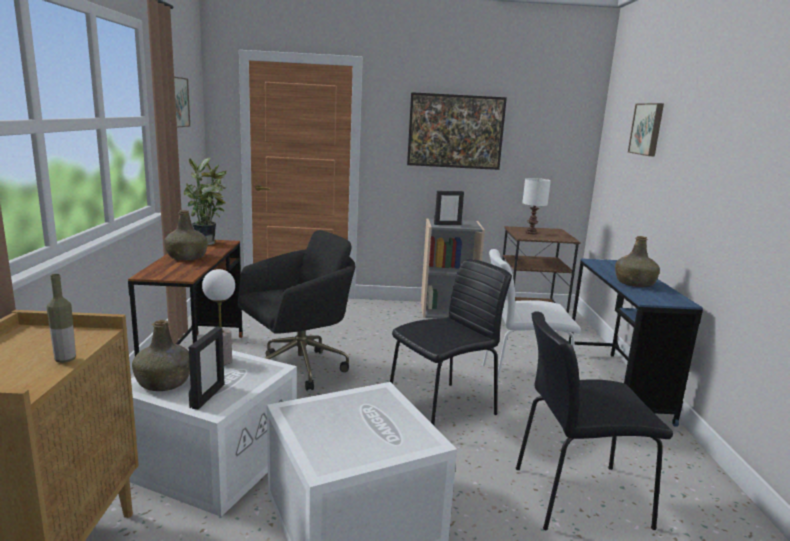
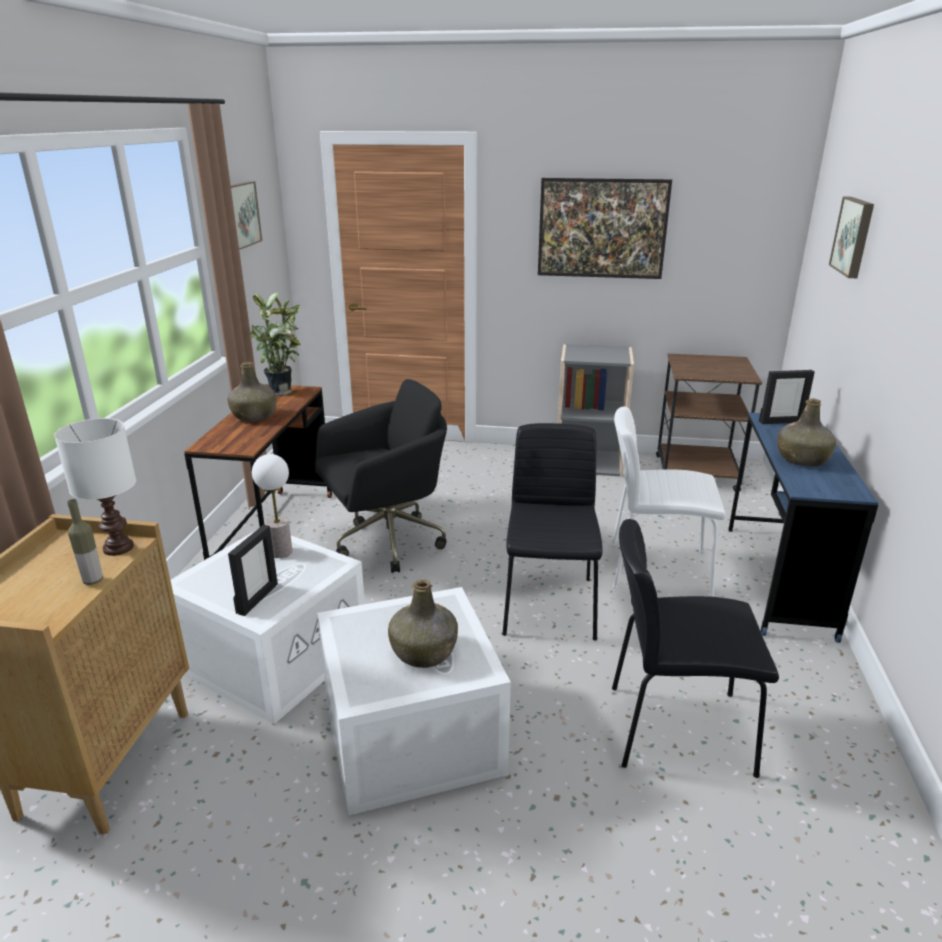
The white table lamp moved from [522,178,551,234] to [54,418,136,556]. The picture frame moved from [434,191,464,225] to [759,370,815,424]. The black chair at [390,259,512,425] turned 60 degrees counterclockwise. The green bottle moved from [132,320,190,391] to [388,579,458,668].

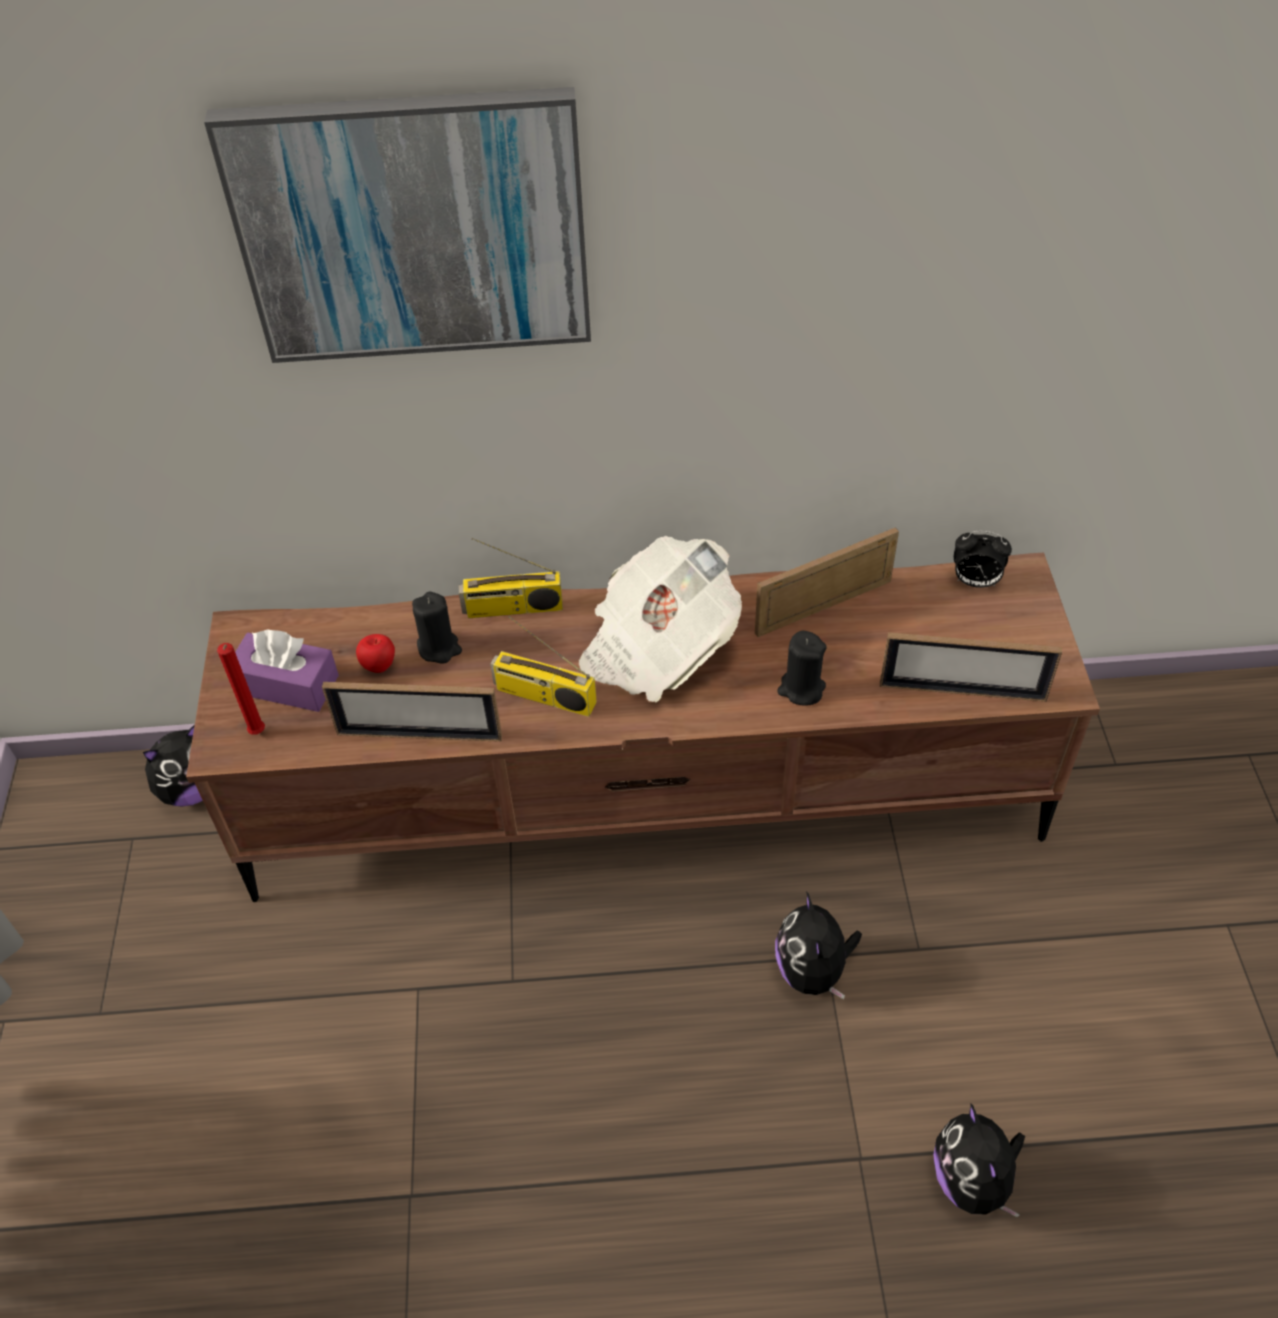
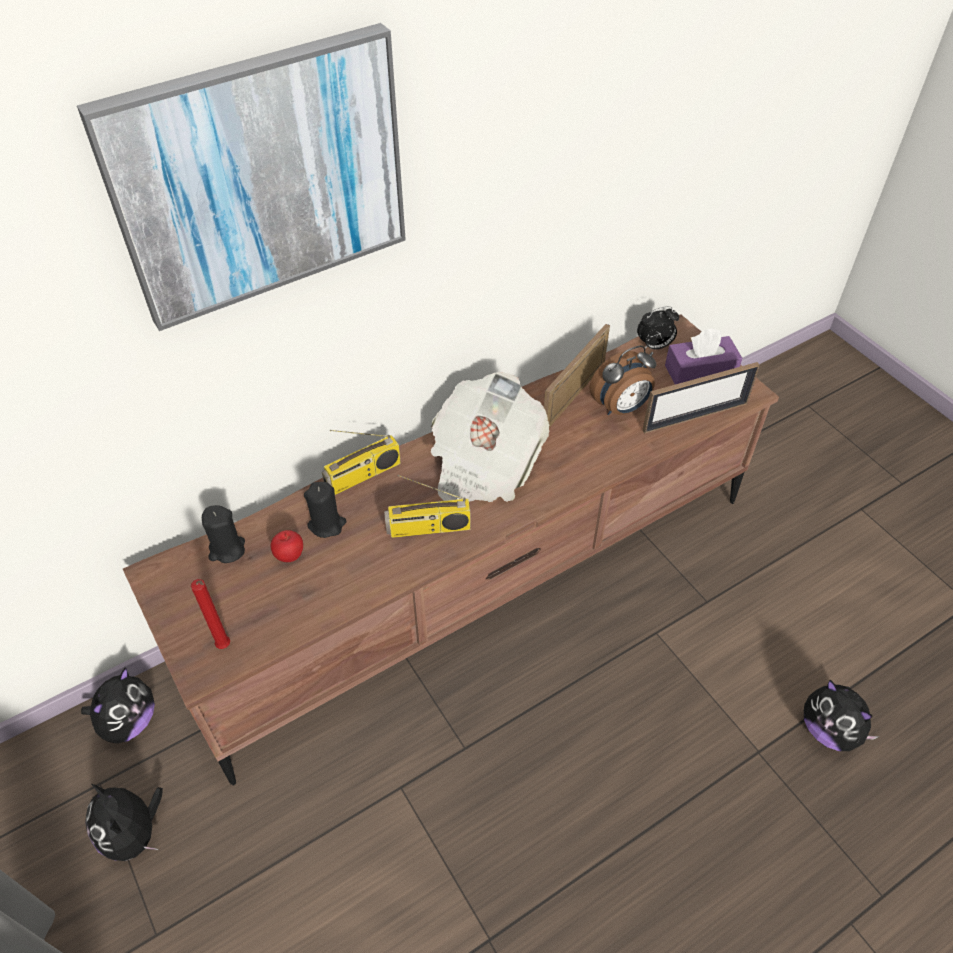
The purple tissue box moved from [235,630,339,712] to [665,328,742,385]. The black candle moved from [777,631,826,706] to [202,505,245,563]. The picture frame at [322,682,502,742] disappeared. The plush toy moved from [775,891,862,999] to [85,784,163,861]. The alarm clock at [590,345,657,415] appeared.

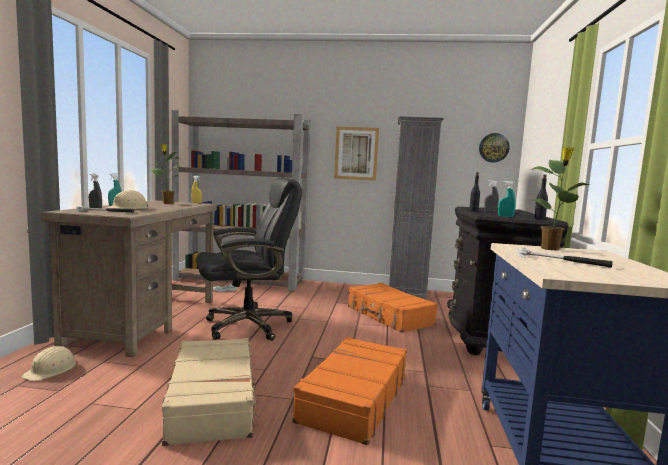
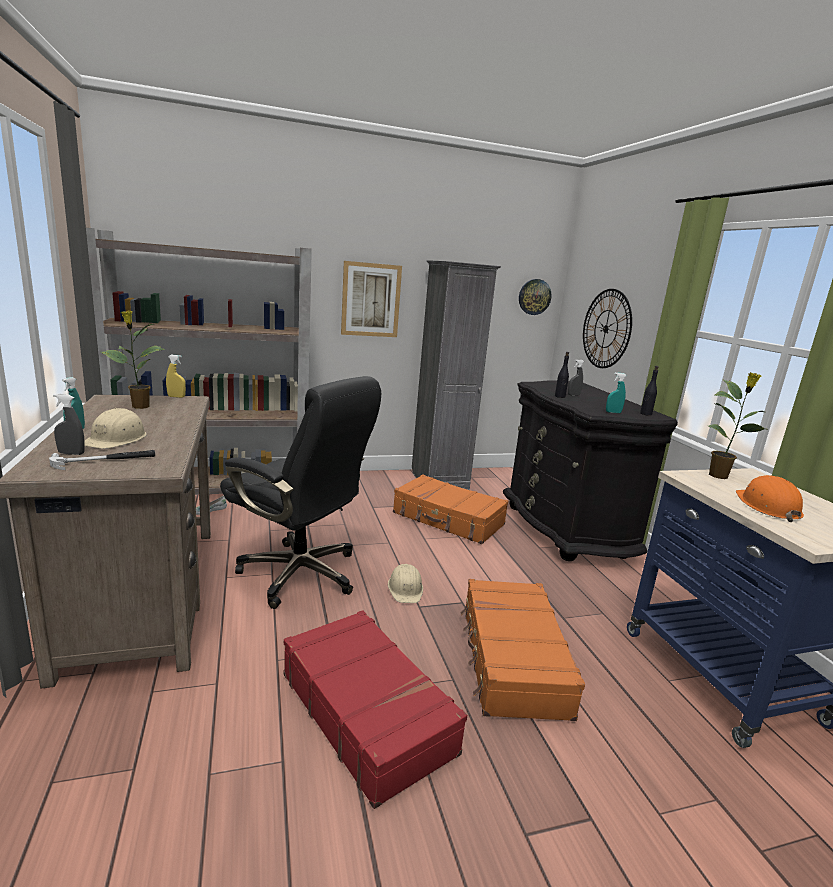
The black office chair at [196,178,302,341] turned 75 degrees clockwise. The hammer at [517,247,613,268] was replaced by the orange hard hat at [736,475,804,522]. The beige suitcase at [162,338,260,446] became the red suitcase at [284,610,467,809]. The beige hard hat moved from [21,346,76,381] to [388,564,423,603]. The wall clock at [583,289,632,368] appeared.

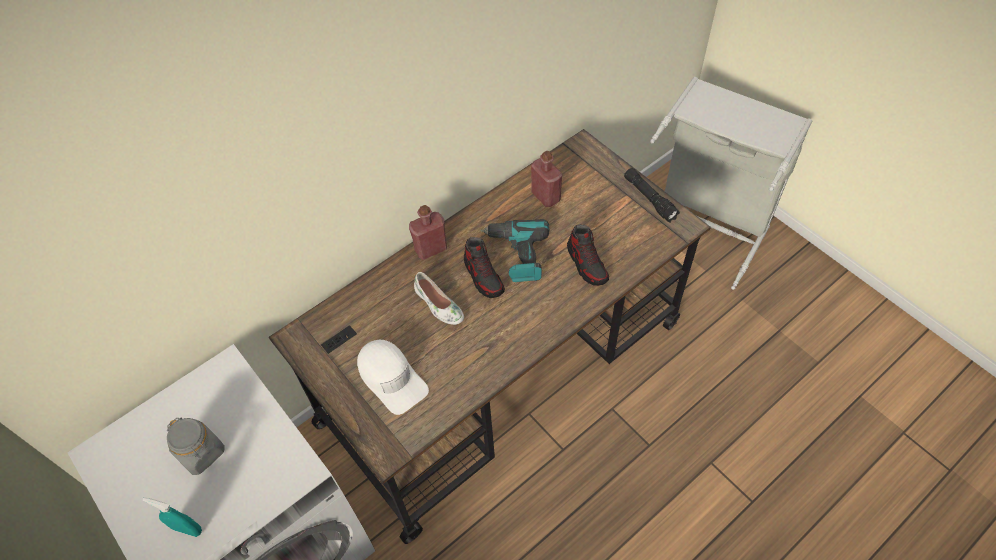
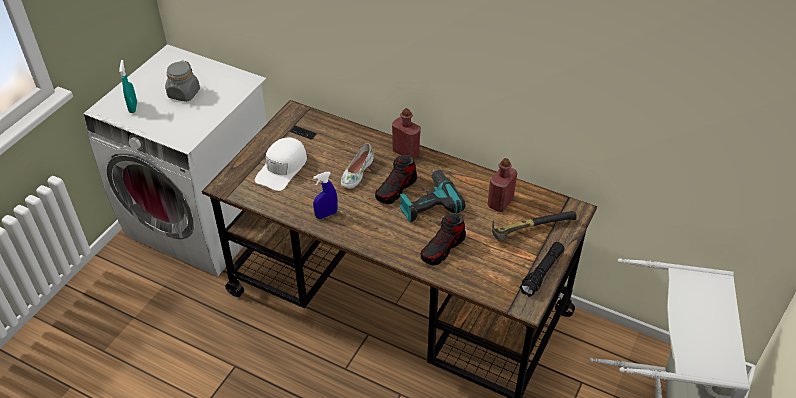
The blue spray bottle at [313,172,338,219] appeared. The hammer at [492,211,577,241] appeared.

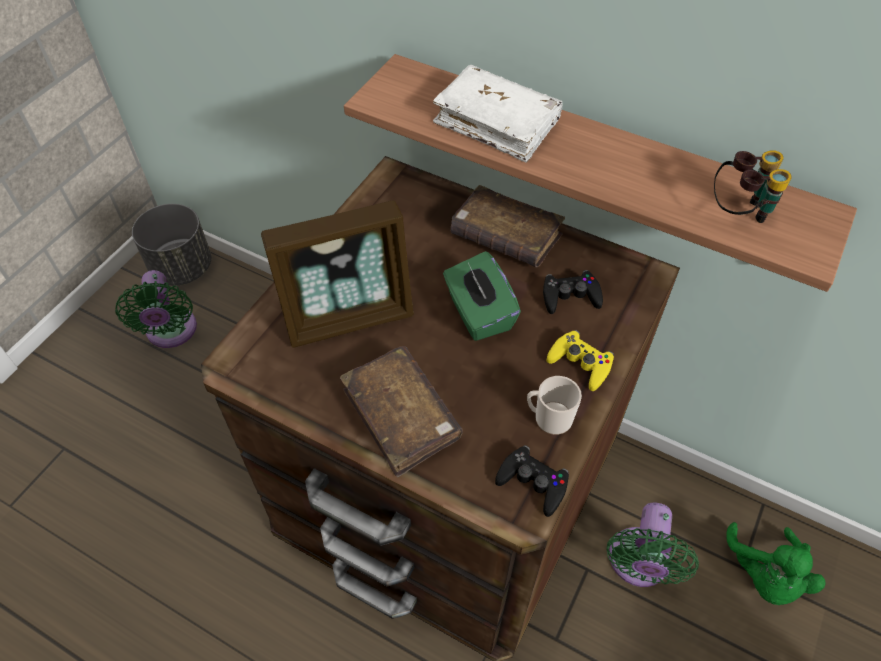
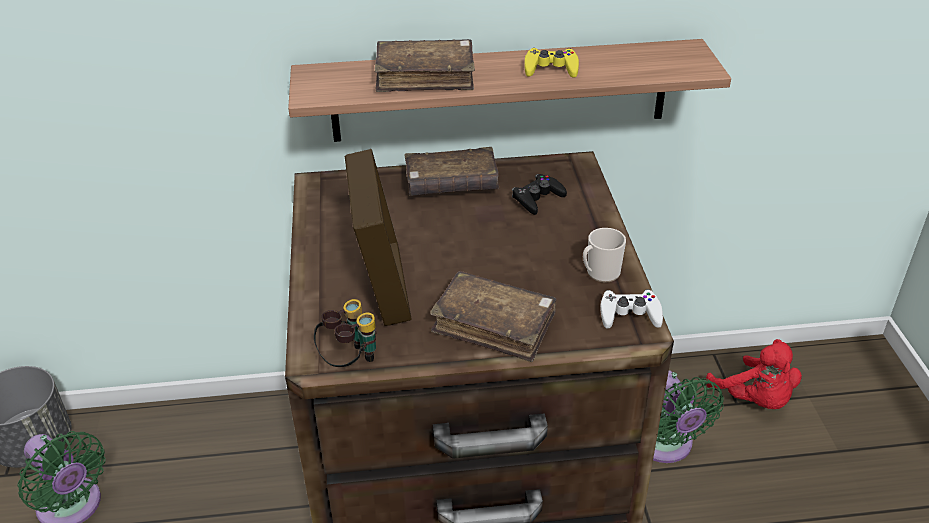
The white book at [433,65,562,163] became the brown book at [375,39,475,92]. The binoculars moved from [714,150,792,223] to [314,299,376,367]. The picture frame at [261,200,414,348] turned 45 degrees counterclockwise. The green tissue box at [443,251,521,341] disappeared. The yellow game controller moved from [547,330,614,391] to [524,48,579,78]. The black game controller at [495,445,569,517] became the white game controller at [600,289,663,328]. The green plush toy at [726,522,826,605] became the red plush toy at [706,339,802,409].

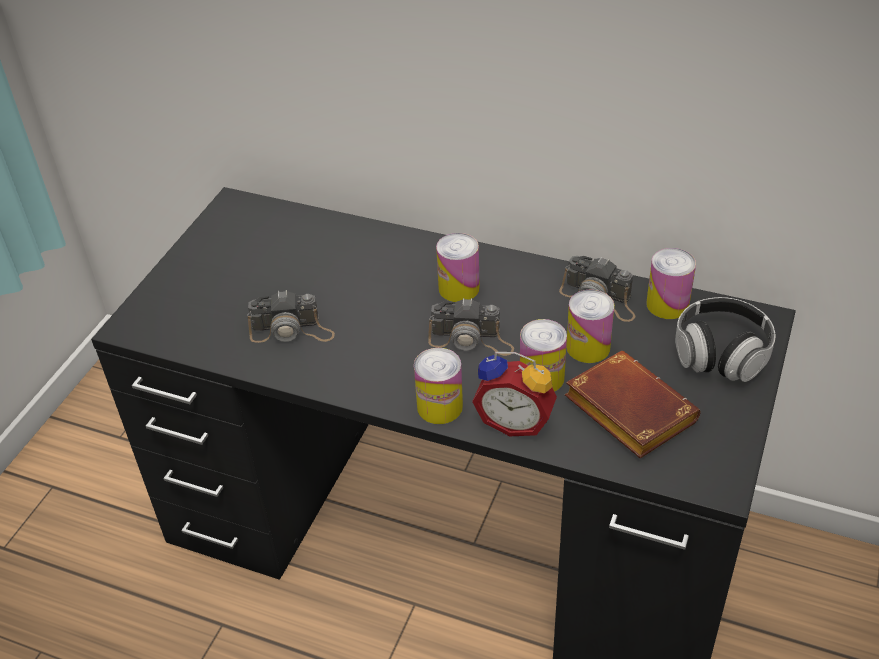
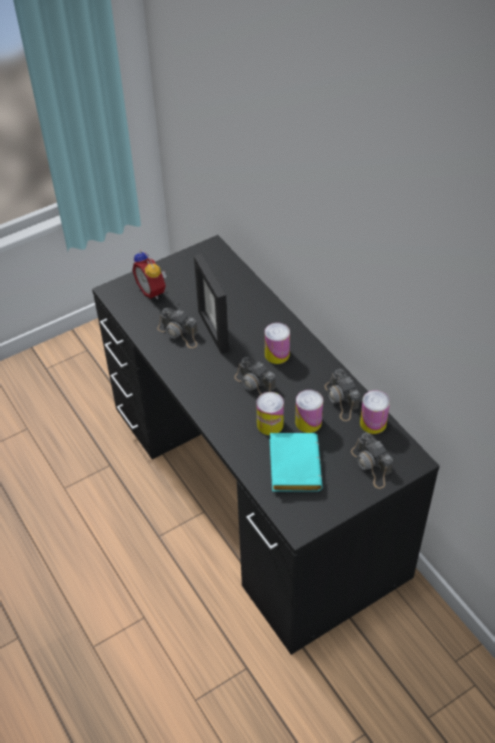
The headphones at [675,297,775,382] was replaced by the photo camera at [351,432,393,489]. The can at [414,348,463,424] disappeared. The brown book at [565,351,700,458] became the turquoise book at [270,433,323,491]. The alarm clock moved from [472,352,557,436] to [132,250,167,299]. The picture frame at [194,253,229,354] appeared.

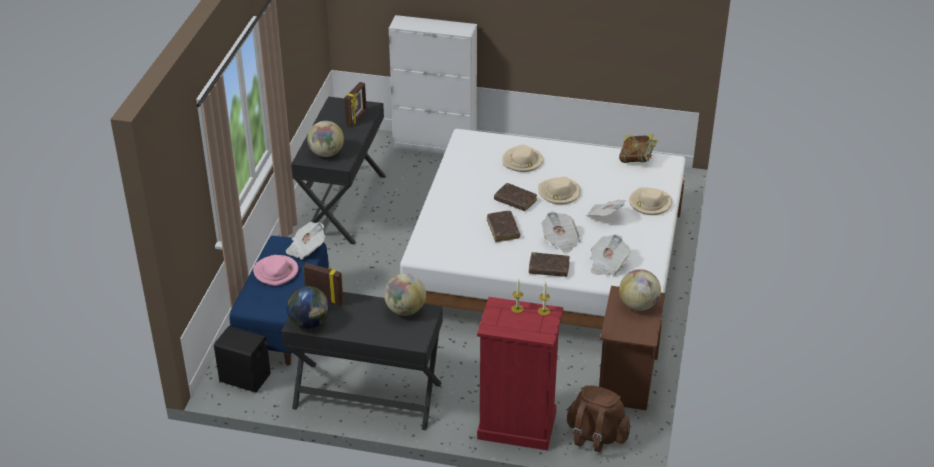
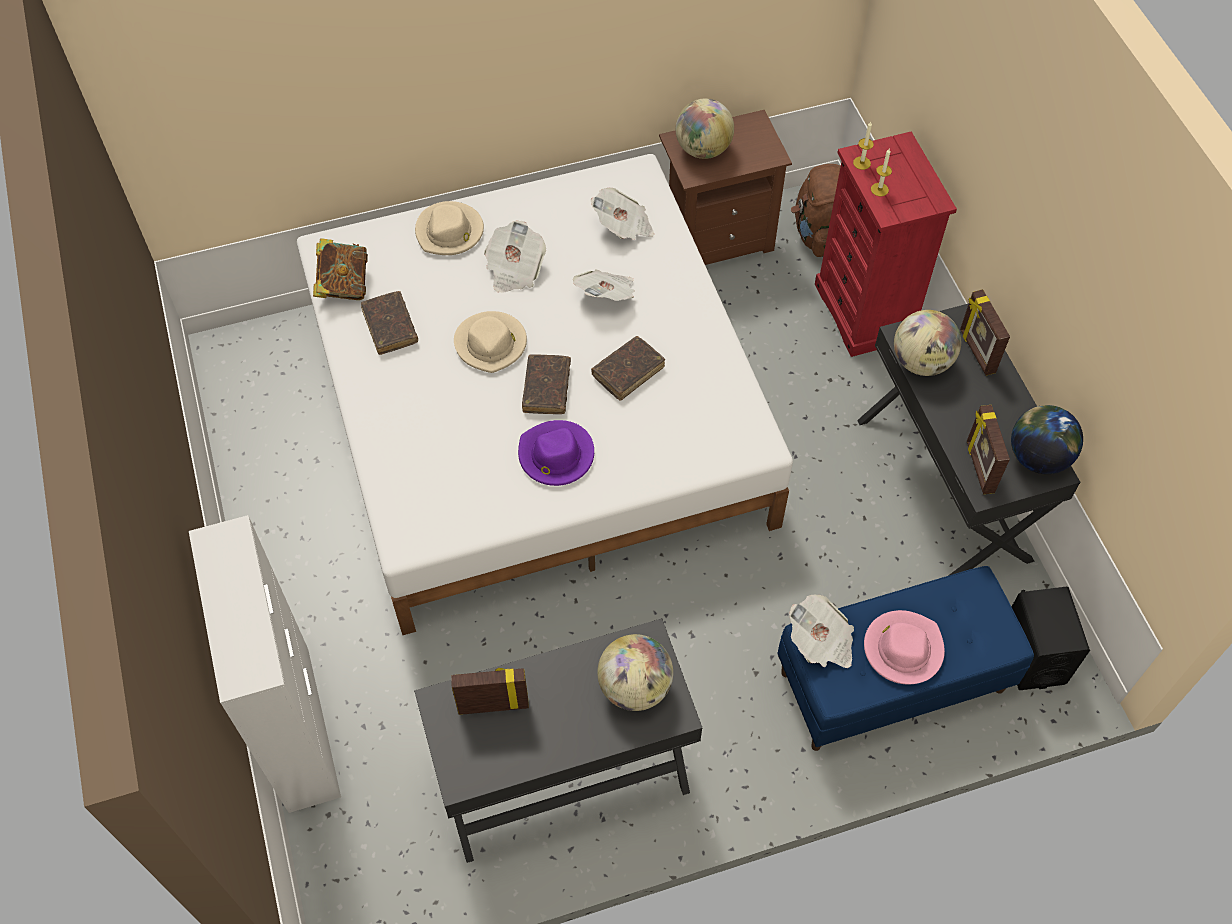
The beige hat at [502,145,543,172] disappeared. The brown book moved from [529,252,570,277] to [361,291,418,355]. The picture frame at [960,289,1010,376] appeared. The purple hat at [518,420,594,486] appeared.

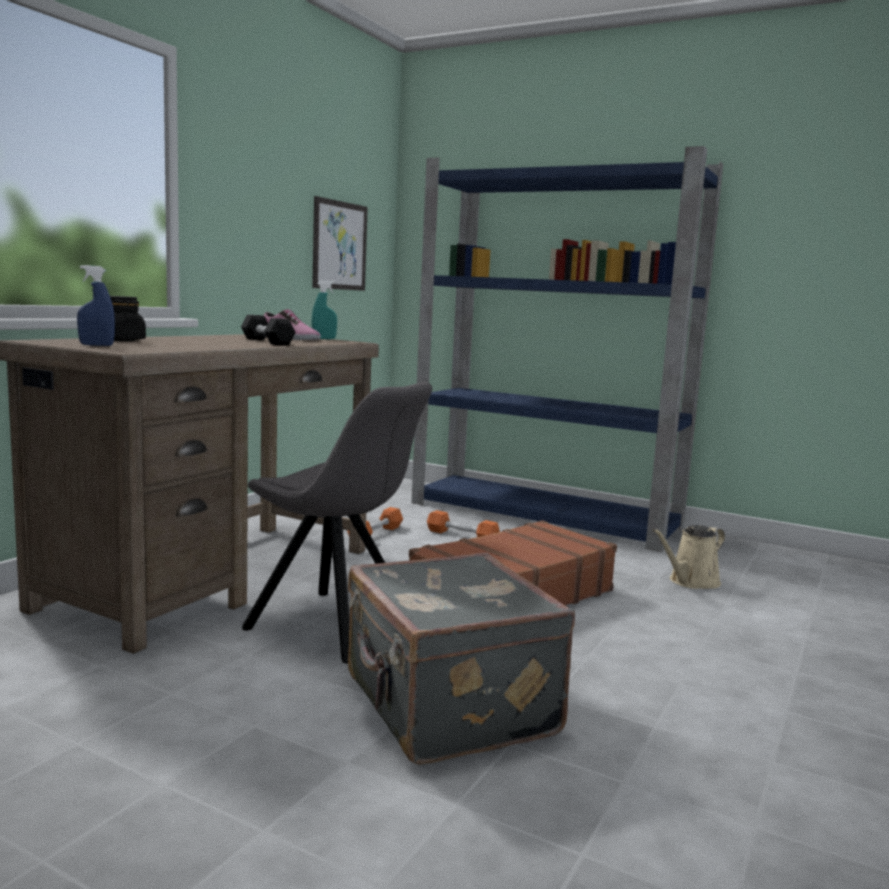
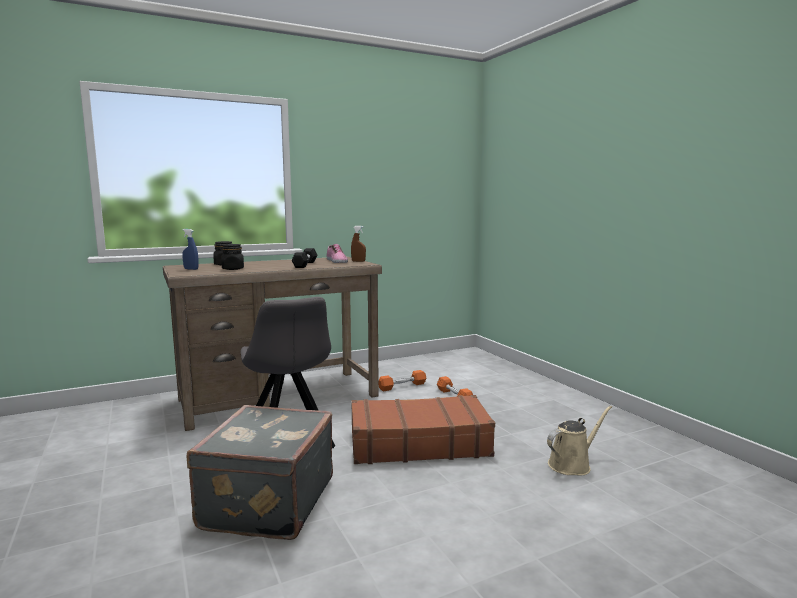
The blue bookcase at [412,146,723,552] disappeared. The picture at [312,196,368,291] disappeared. The turquoise spray bottle at [312,281,337,339] became the brown spray bottle at [351,226,366,262]. The beige watering can at [652,525,725,589] turned 150 degrees clockwise. The black jar at [221,244,244,270] appeared.

